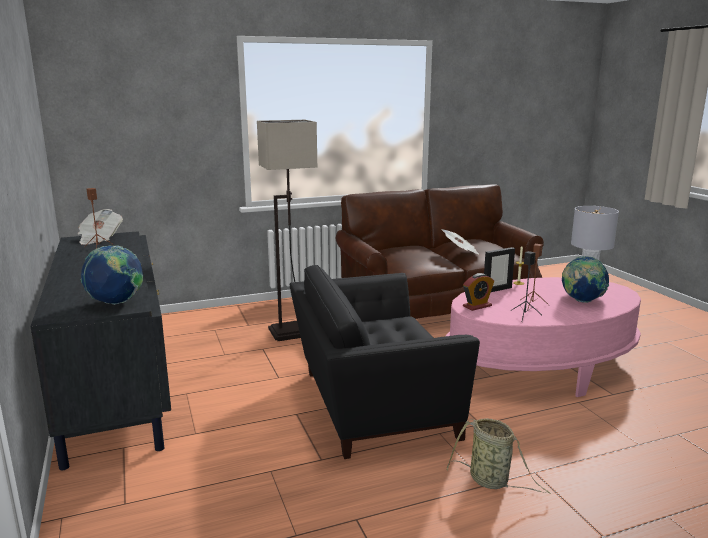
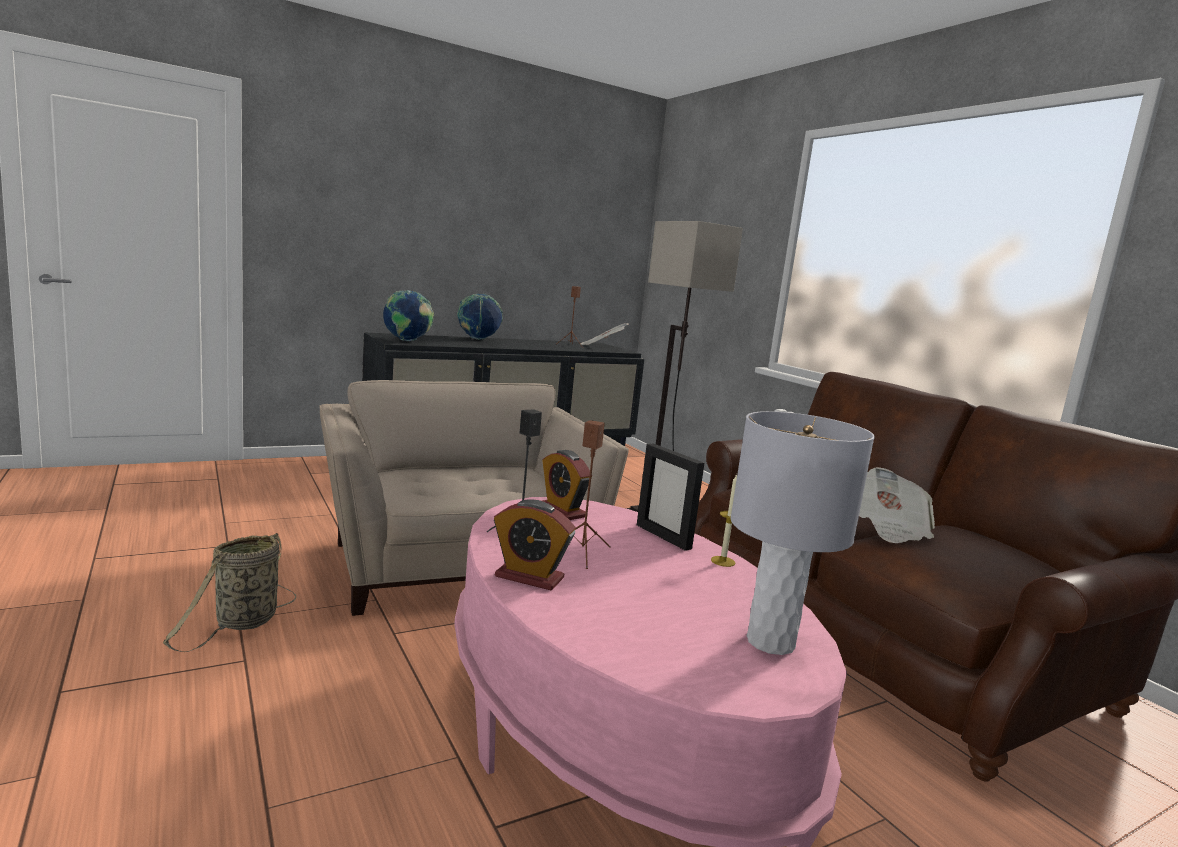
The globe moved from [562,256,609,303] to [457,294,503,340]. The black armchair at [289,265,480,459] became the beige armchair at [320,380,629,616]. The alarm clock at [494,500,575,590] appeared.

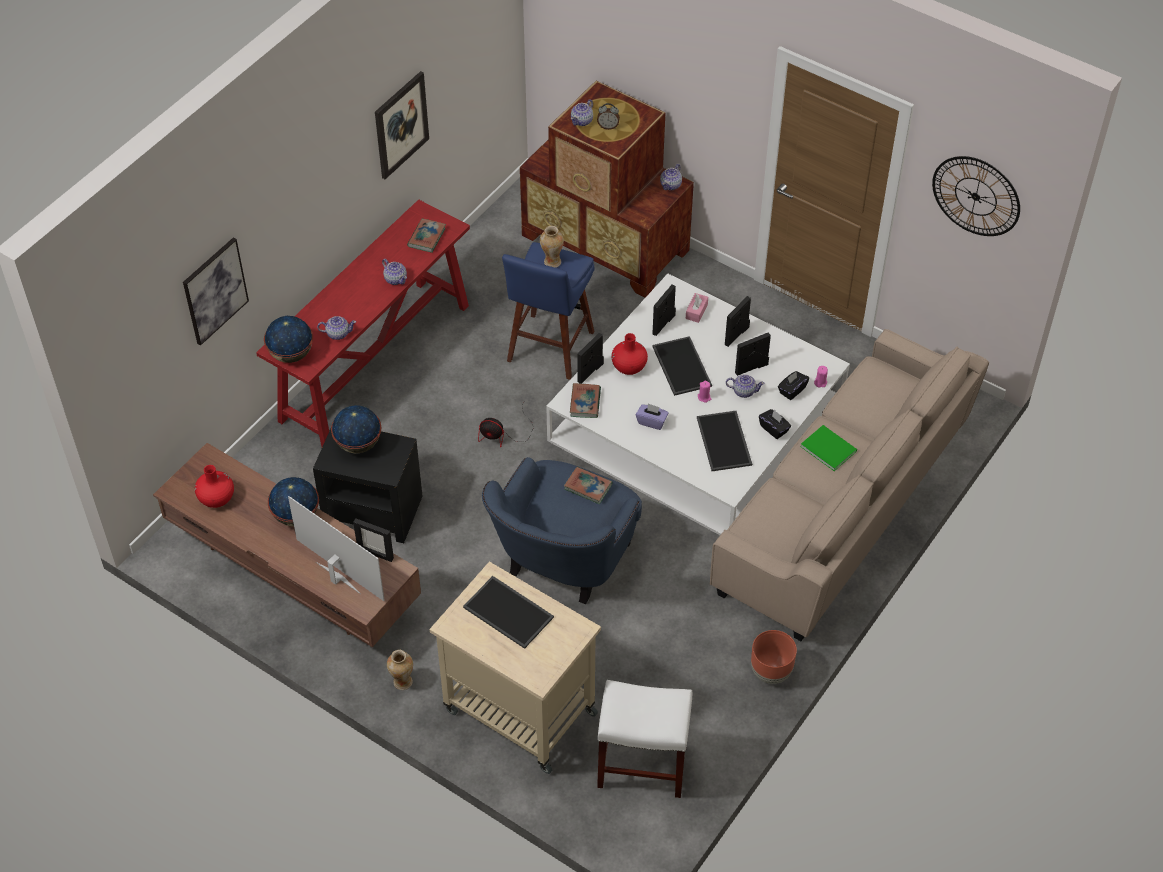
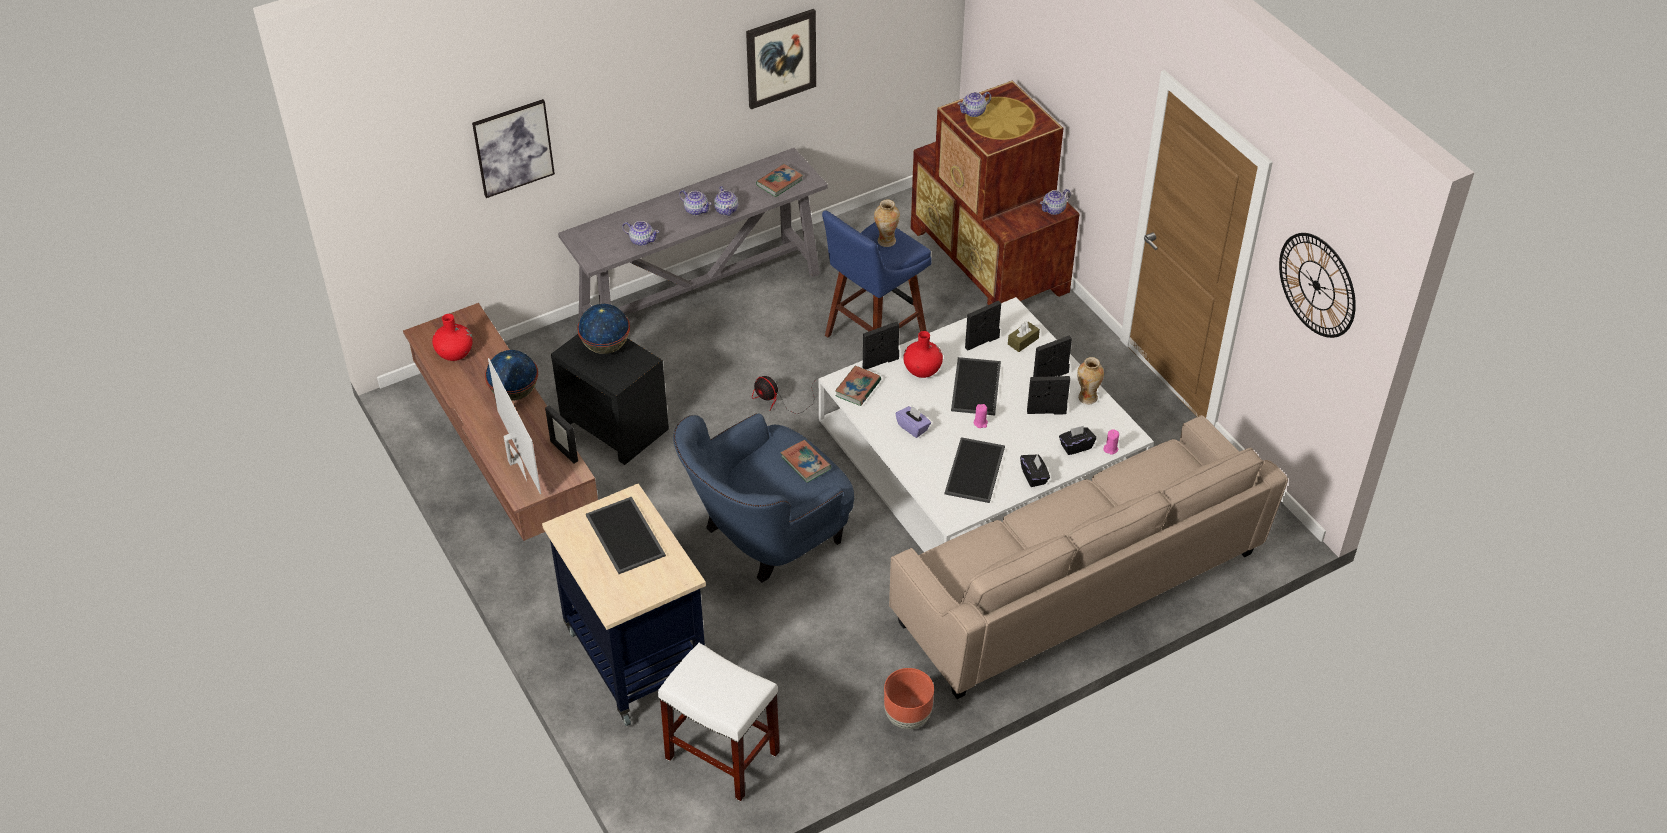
The alarm clock at [597,103,620,130] disappeared. The red console table at [256,199,470,447] became the grey console table at [558,148,828,320]. The pink tissue box at [686,293,708,323] became the brown tissue box at [1008,321,1040,352]. The globe at [264,316,313,363] disappeared. The teapot moved from [726,374,765,398] to [679,190,712,215]. The green book at [800,425,857,471] disappeared. The beige cart at [430,562,601,774] became the blue cart at [542,483,706,726]. The vase moved from [387,650,413,690] to [1077,357,1104,404].

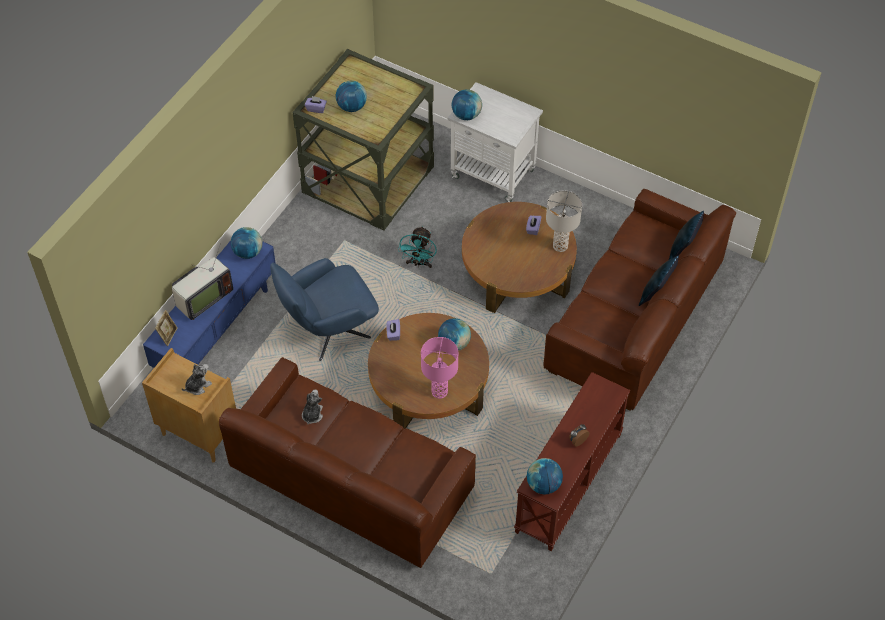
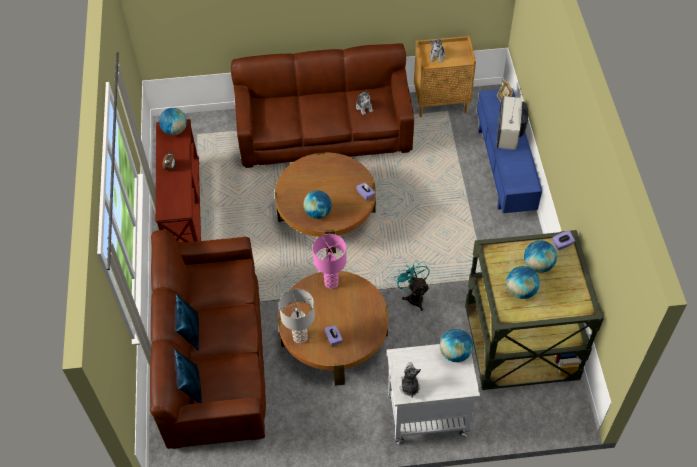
The globe moved from [231,227,263,259] to [506,266,540,299]. The blue armchair at [270,258,379,361] disappeared. The pink table lamp moved from [421,337,458,399] to [313,234,347,289]. The plush toy at [399,362,421,398] appeared.

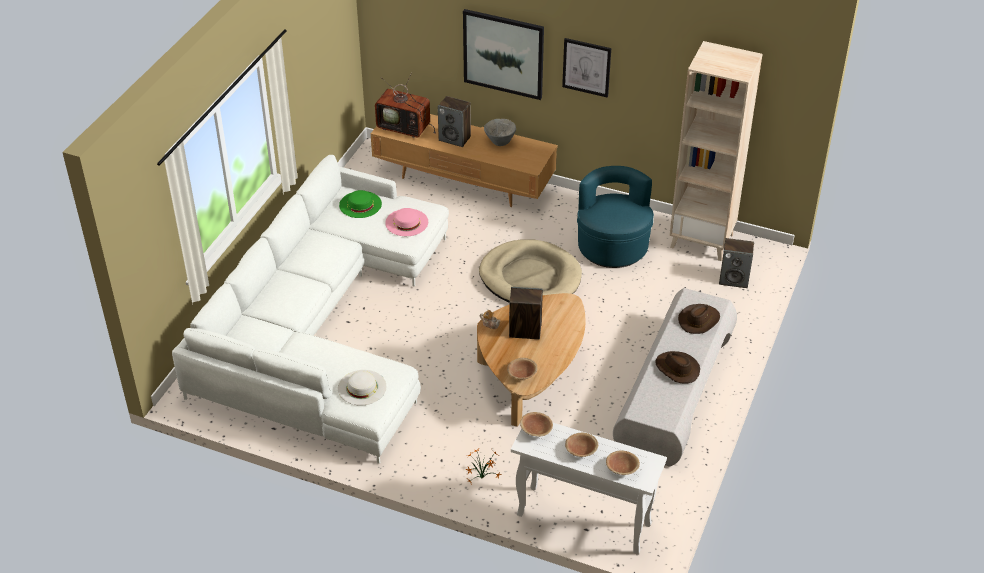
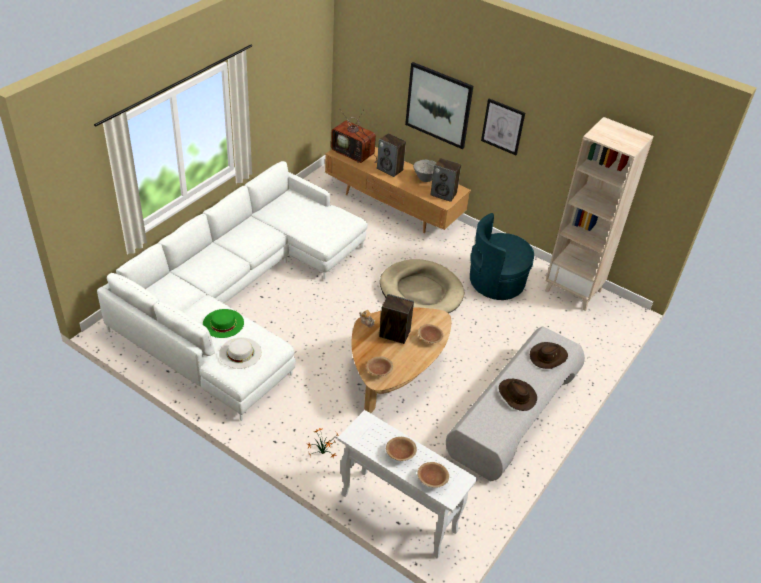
The turquoise armchair at [577,166,654,268] turned 105 degrees counterclockwise. The green hat moved from [339,190,382,218] to [203,309,244,338]. The pink hat at [385,208,428,236] disappeared. The speaker moved from [719,238,754,288] to [430,158,461,202]. The brown bowl moved from [520,412,553,437] to [418,324,443,343].

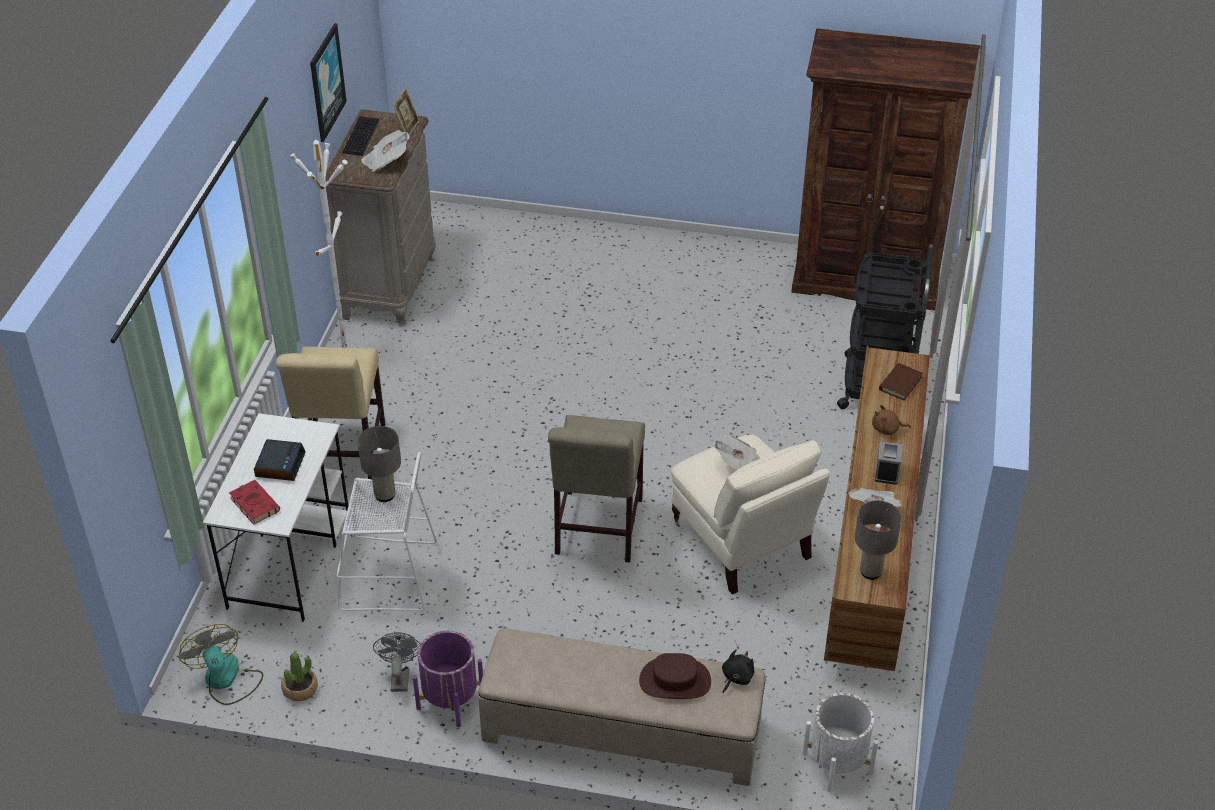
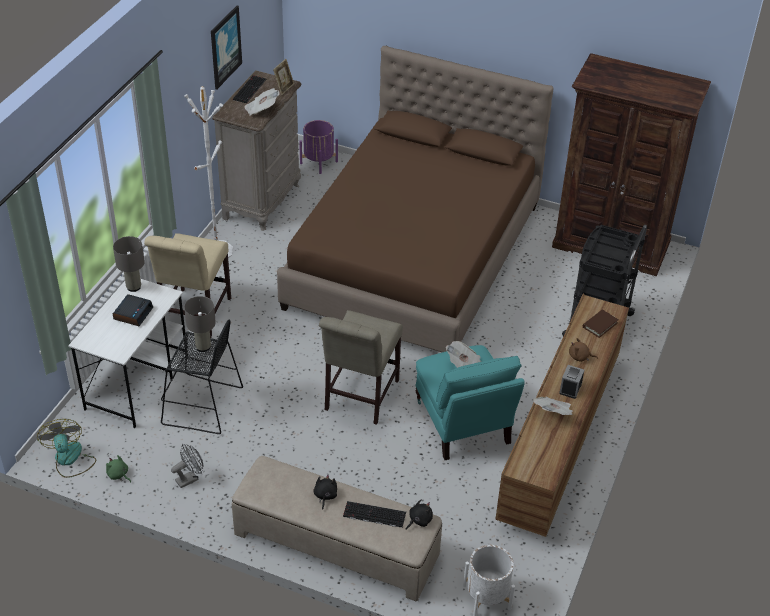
The beige armchair at [671,434,830,595] became the turquoise armchair at [416,345,525,460]. The white stool at [336,452,437,611] became the black stool at [161,320,243,434]. The red book at [229,480,280,525] disappeared. The grey table lamp moved from [855,500,901,580] to [113,236,145,292]. The purple planter moved from [413,631,483,727] to [299,120,338,174]. The grey fan at [373,632,420,692] turned 45 degrees clockwise. The potted plant at [281,652,318,701] was replaced by the green plush toy at [106,455,131,483]. The brown hat at [639,653,711,699] was replaced by the keyboard at [343,501,406,528]. The brown bed at [277,46,554,352] appeared. The black plush toy at [313,475,337,510] appeared.

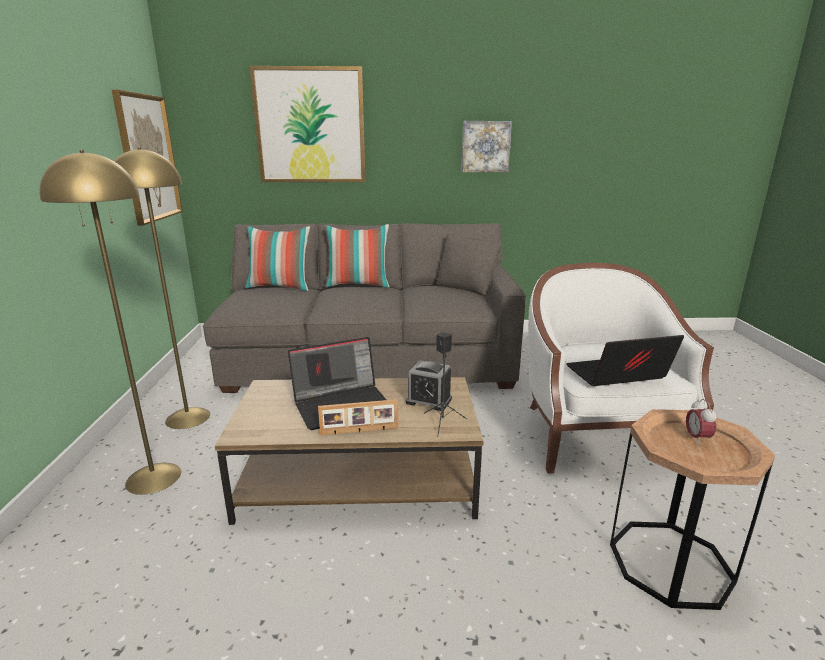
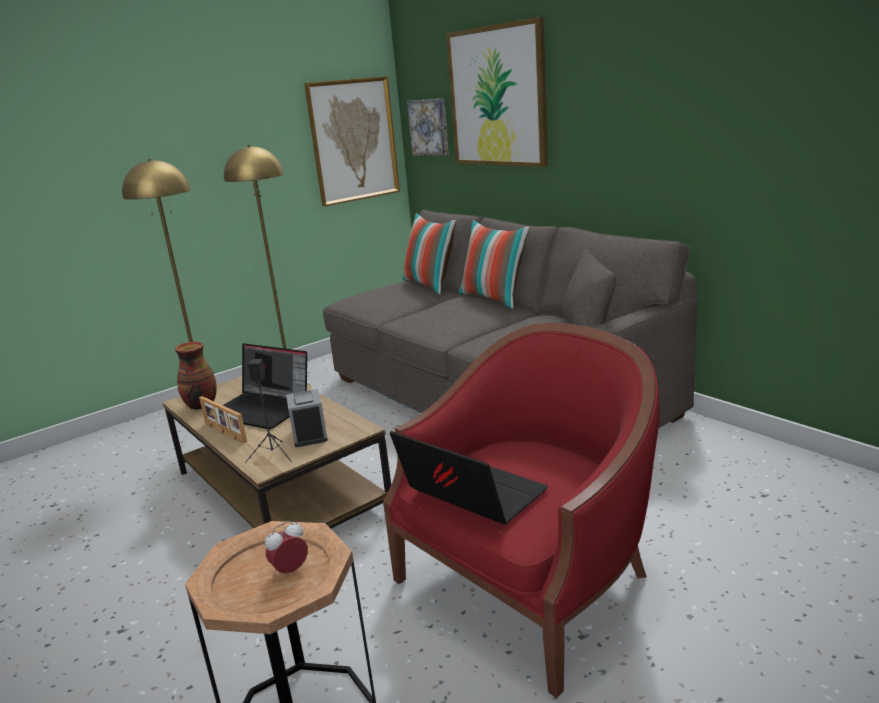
The picture moved from [461,121,512,172] to [407,98,449,156]. The white armchair at [528,263,715,474] became the red armchair at [383,323,659,698]. The vase at [175,342,217,410] appeared.

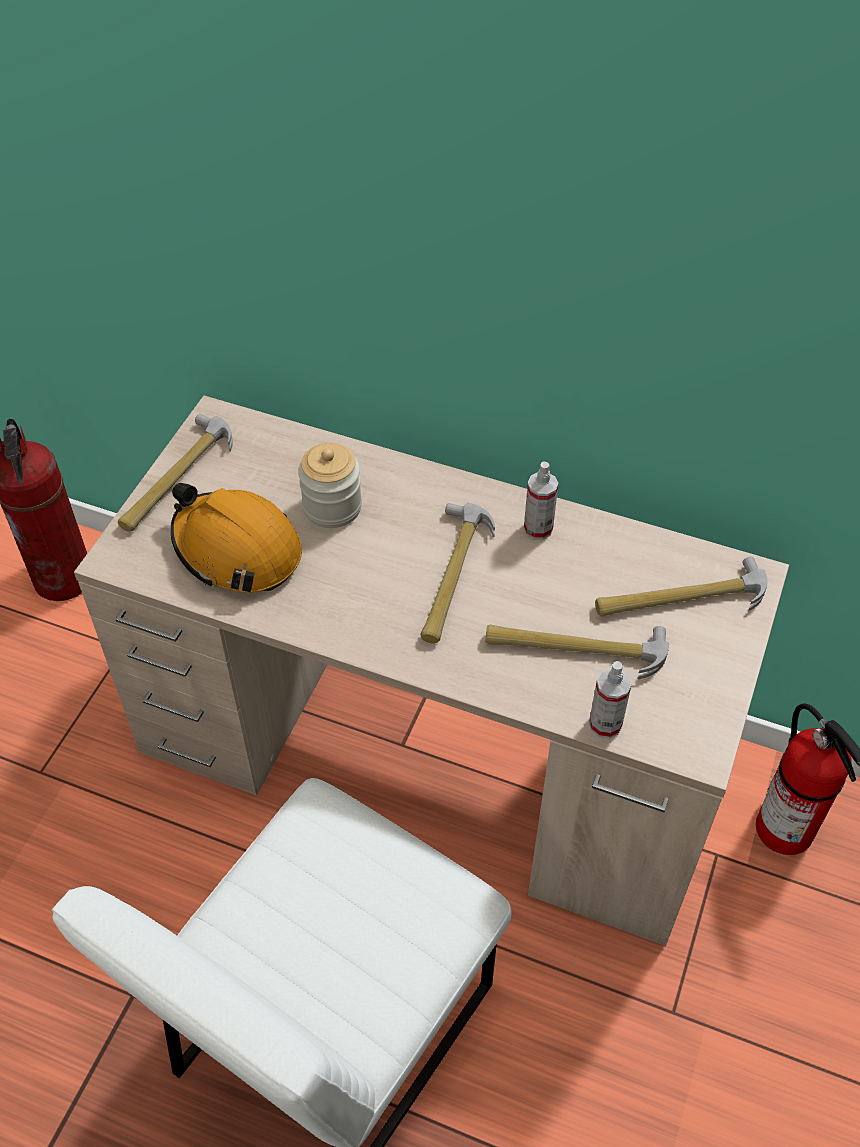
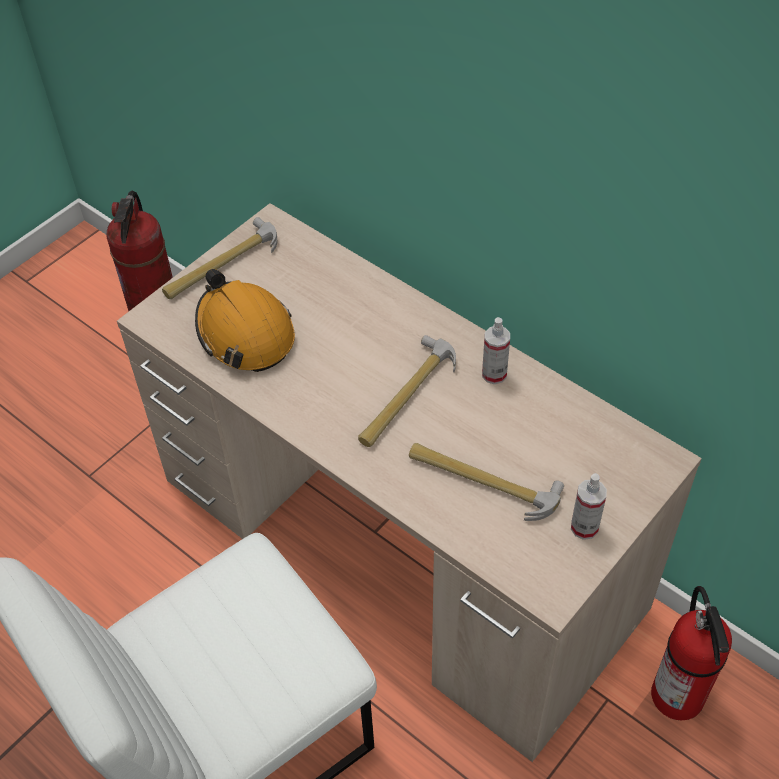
The jar at [298,443,362,528] disappeared. The hammer at [595,557,768,617] disappeared. The spray bottle moved from [589,661,632,739] to [571,473,607,540].

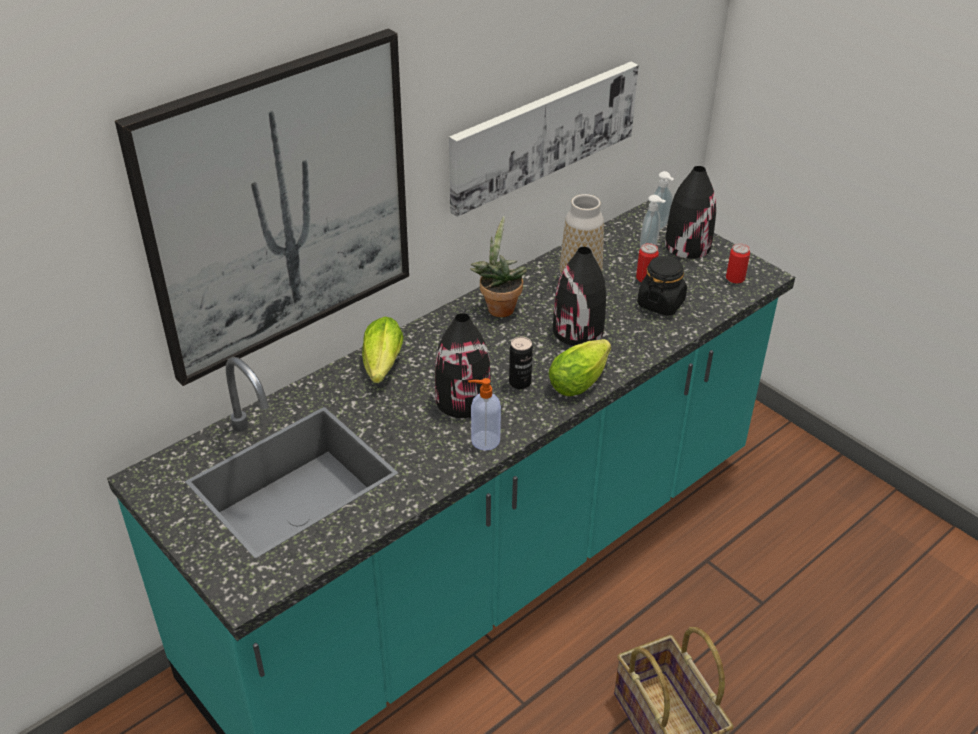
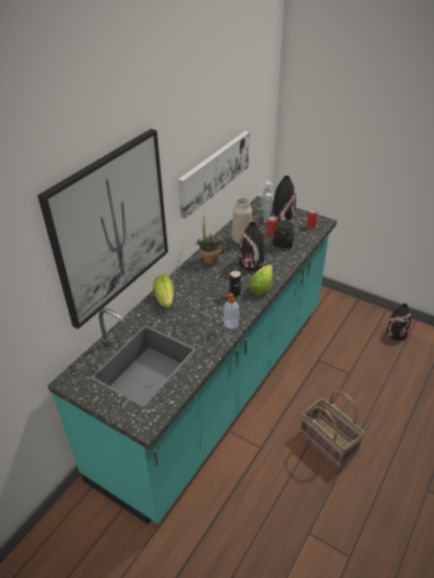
The black vase moved from [435,313,491,418] to [386,303,411,341].

